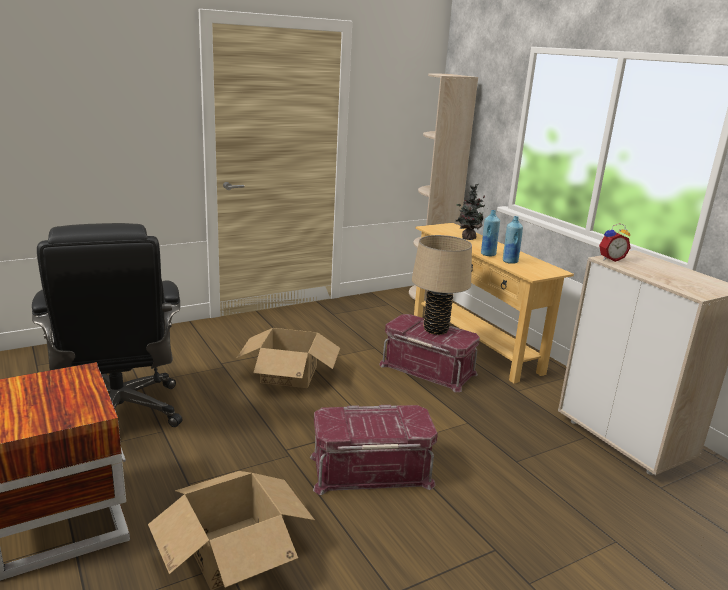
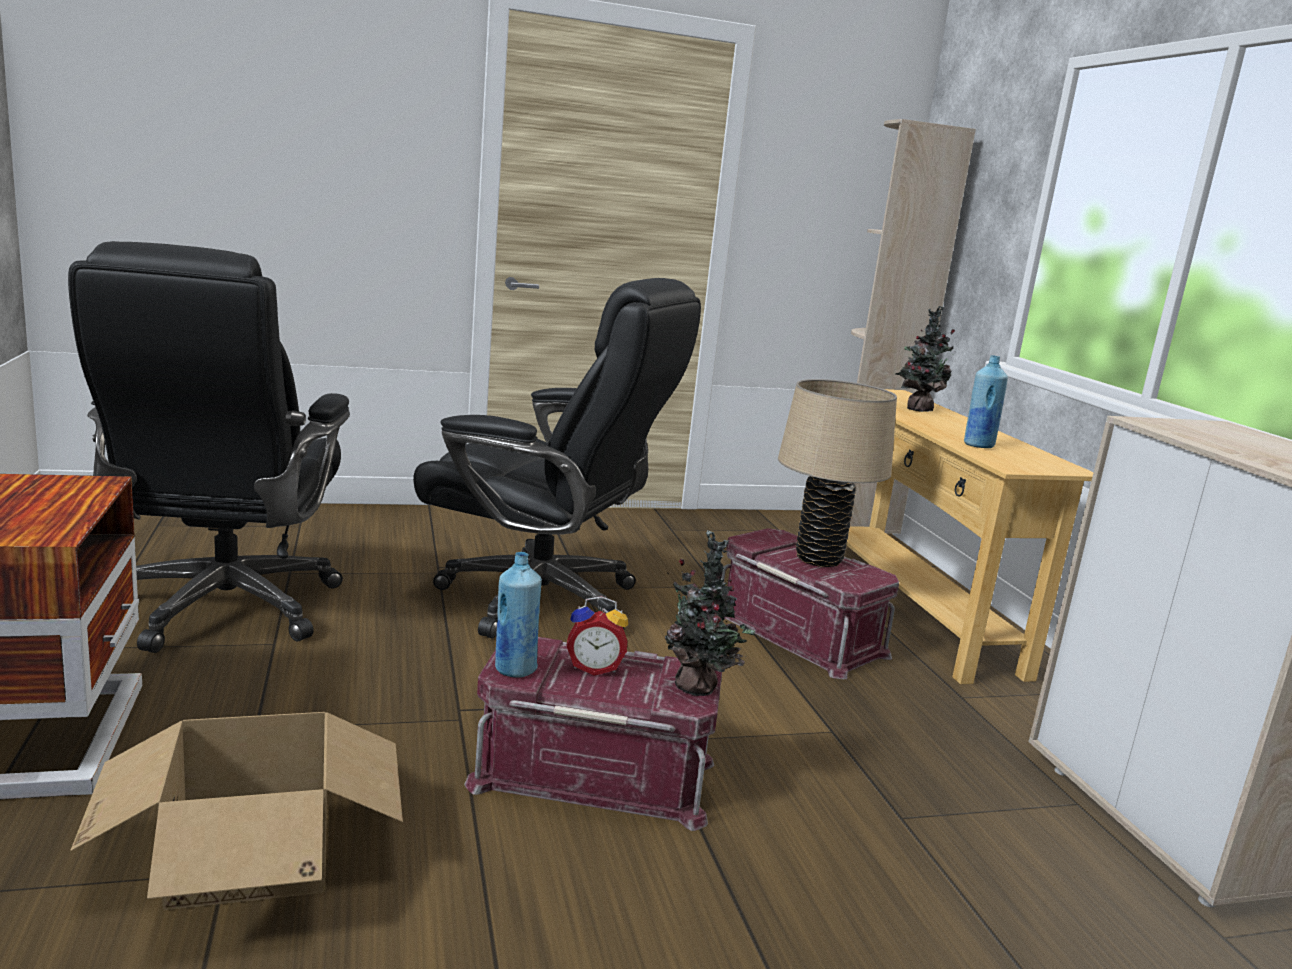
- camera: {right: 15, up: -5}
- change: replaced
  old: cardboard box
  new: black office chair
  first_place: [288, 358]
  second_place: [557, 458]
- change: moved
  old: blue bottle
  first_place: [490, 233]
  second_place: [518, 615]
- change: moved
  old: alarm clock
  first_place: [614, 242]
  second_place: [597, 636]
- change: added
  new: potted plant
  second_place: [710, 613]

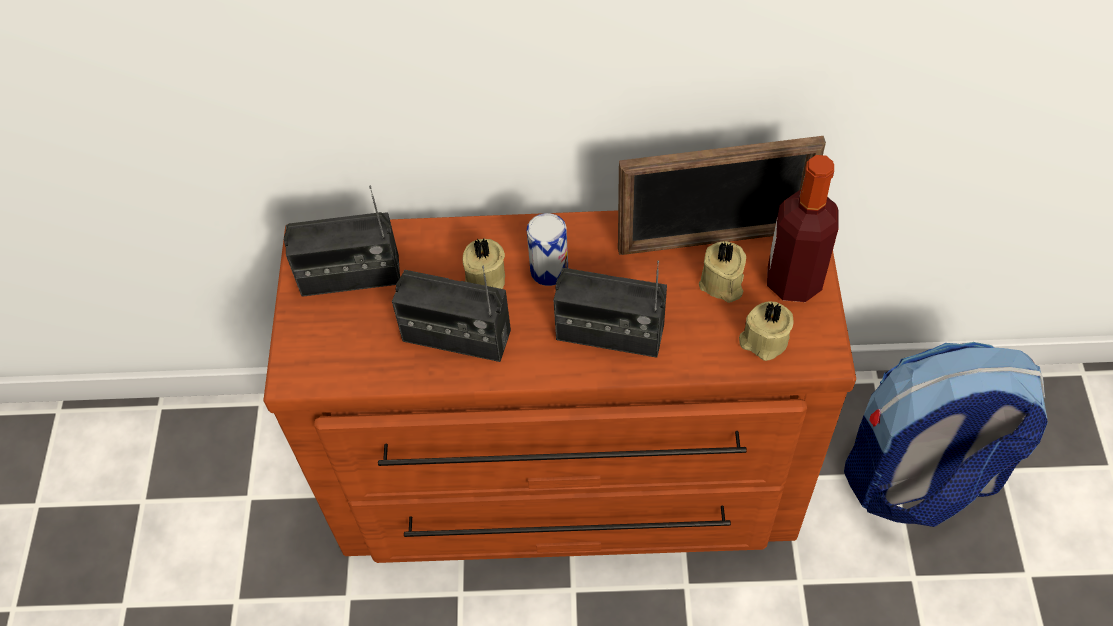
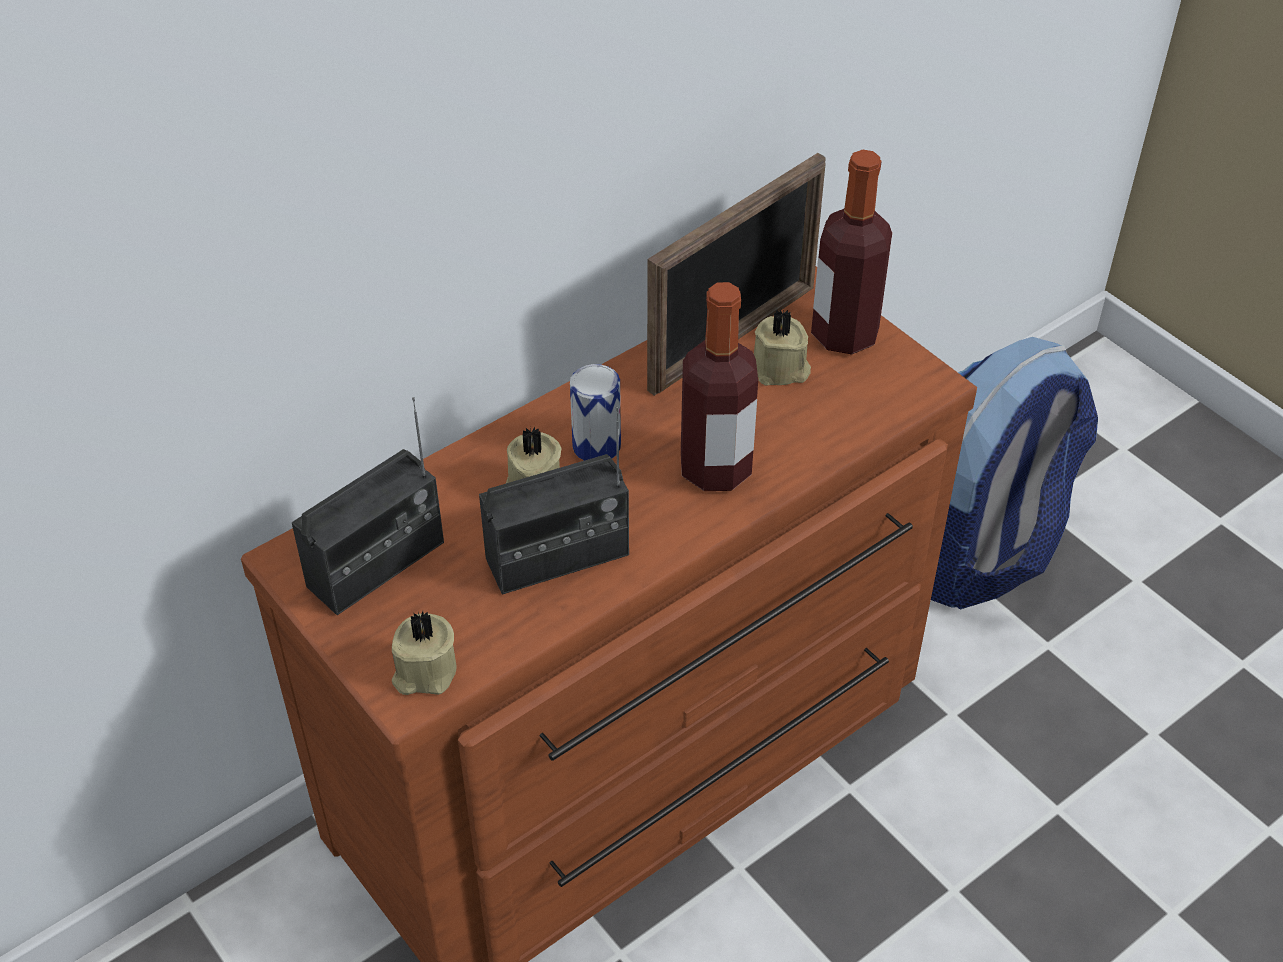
- camera: {right: -40, up: -10}
- change: replaced
  old: radio
  new: bottle
  first_place: [610, 309]
  second_place: [719, 386]
- change: moved
  old: beige candle
  first_place: [766, 331]
  second_place: [424, 653]

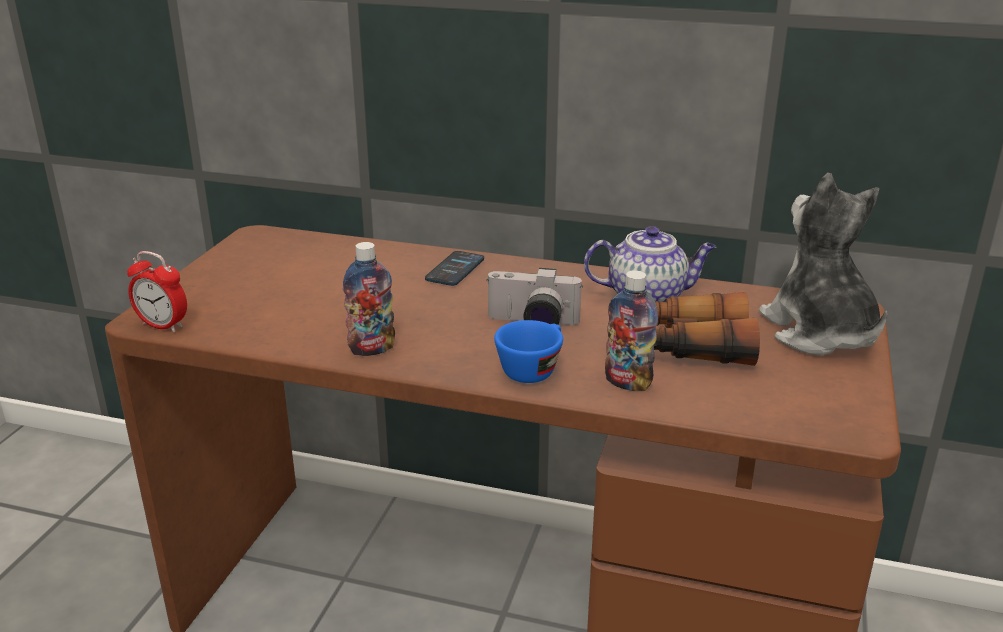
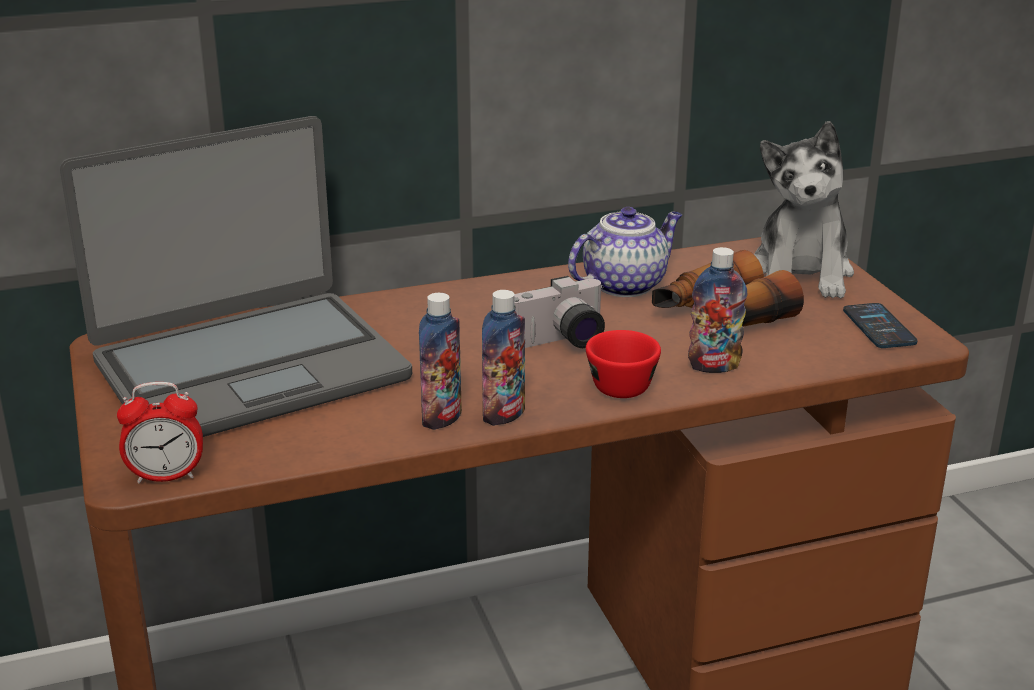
- camera: {right: -35, up: 0}
- change: moved
  old: phone
  first_place: [454, 268]
  second_place: [880, 325]
- change: recoloured
  old: blue cup
  new: red cup
  first_place: [528, 351]
  second_place: [623, 364]
- change: turned
  old: plush toy
  first_place: [823, 264]
  second_place: [804, 209]
  degrees: -120
- change: added
  new: laptop
  second_place: [236, 276]
- change: added
  new: bottle
  second_place: [503, 358]

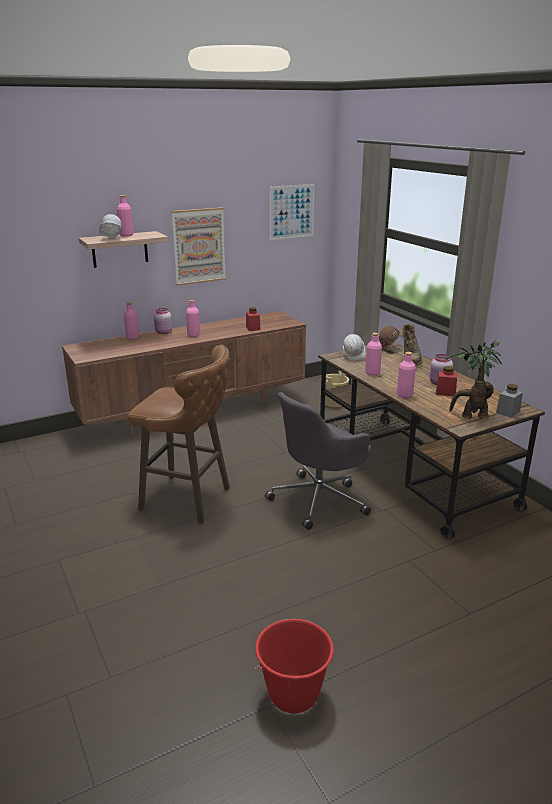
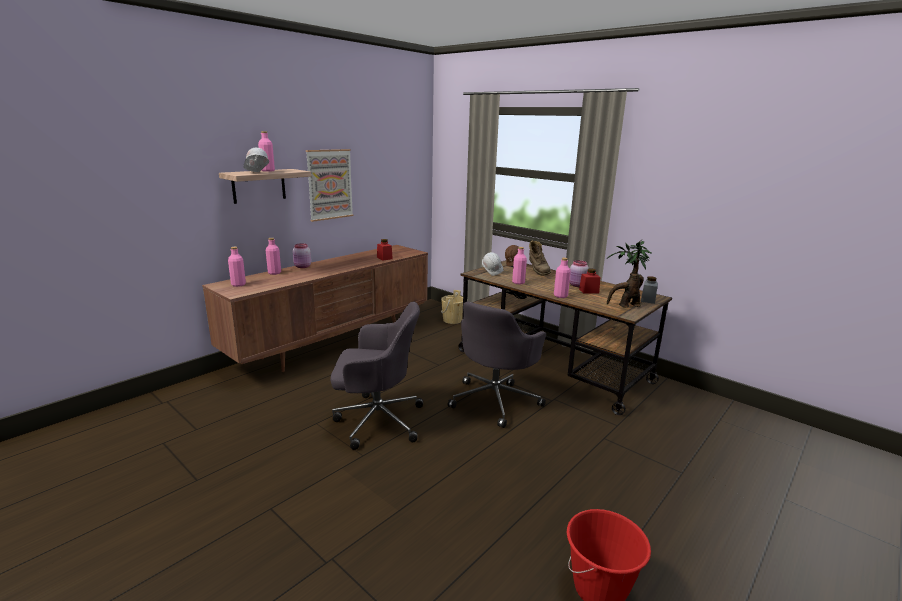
- camera: {right: -20, up: -5}
- change: replaced
  old: brown stool
  new: grey office chair
  first_place: [179, 434]
  second_place: [376, 375]
- change: moved
  old: pink bottle
  first_place: [193, 318]
  second_place: [237, 267]
- change: removed
  old: picture
  first_place: [292, 212]

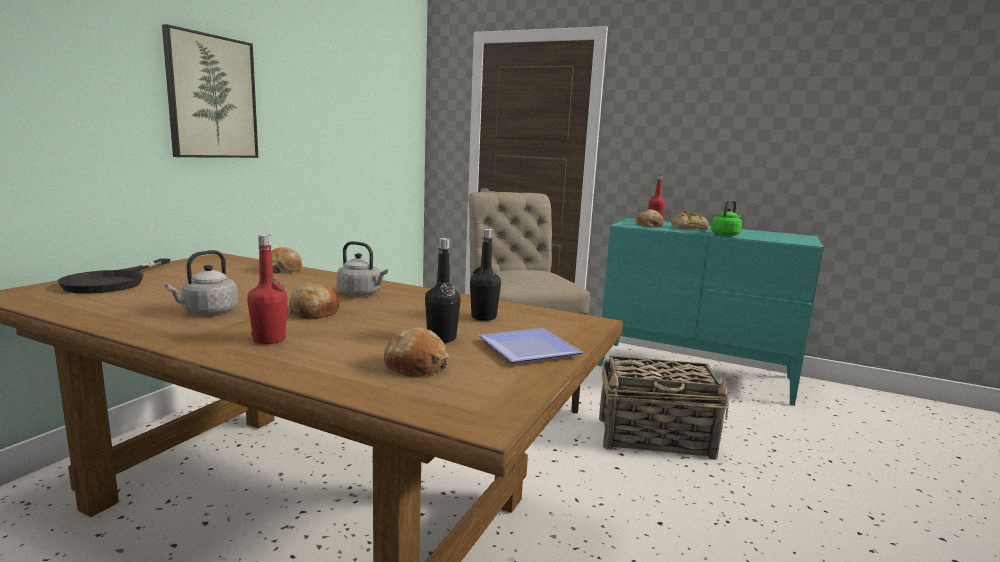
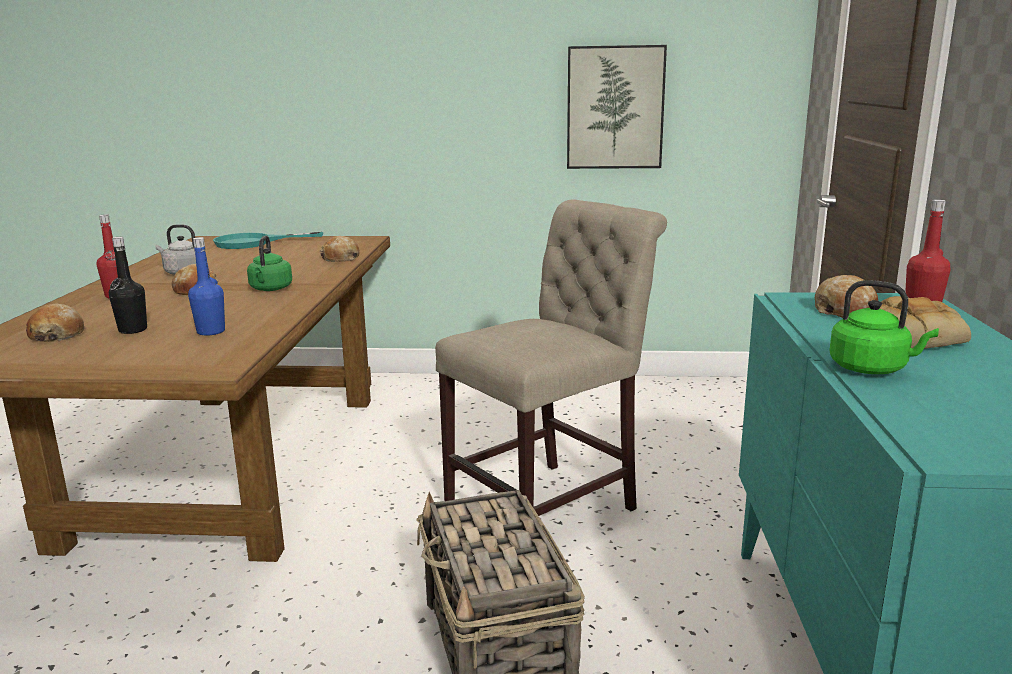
- camera: {right: 70, up: 5}
- change: recoloured
  old: black frying pan
  new: turquoise frying pan
  first_place: [114, 276]
  second_place: [268, 240]
- change: moved
  old: picture
  first_place: [210, 91]
  second_place: [617, 107]
- change: recoloured
  old: grey kettle
  new: green kettle
  first_place: [362, 268]
  second_place: [269, 263]
- change: recoloured
  old: black bottle
  new: blue bottle
  first_place: [485, 275]
  second_place: [206, 286]
- change: removed
  old: plate
  first_place: [531, 345]

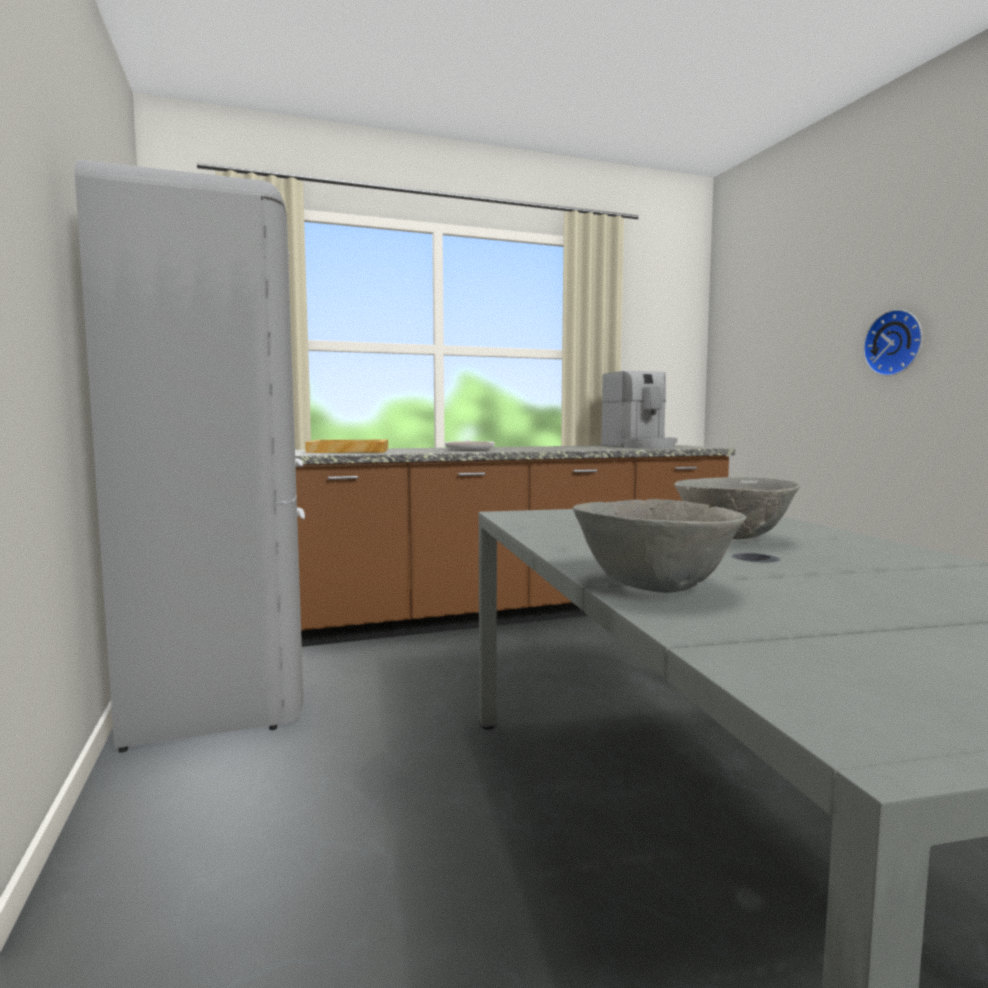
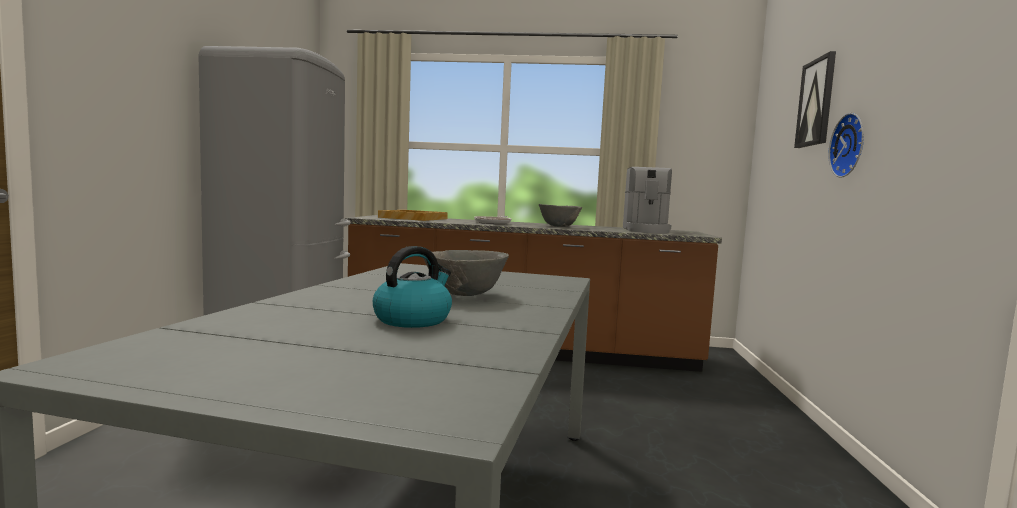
- camera: {right: 25, up: 0}
- change: moved
  old: grey bowl
  first_place: [659, 546]
  second_place: [561, 215]
- change: added
  new: kettle
  second_place: [412, 287]
- change: added
  new: picture
  second_place: [815, 99]

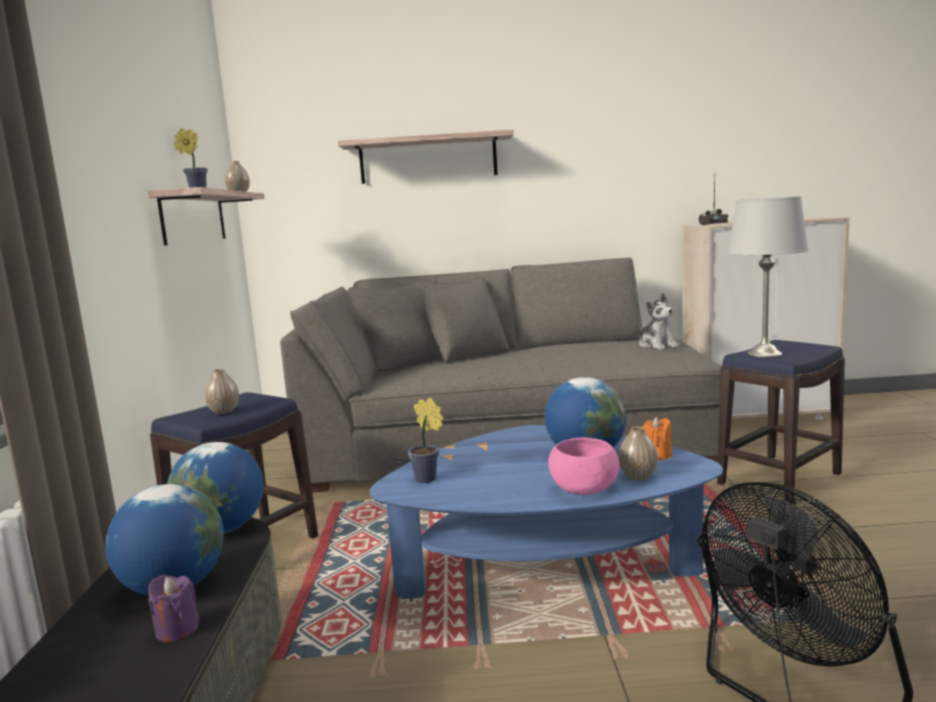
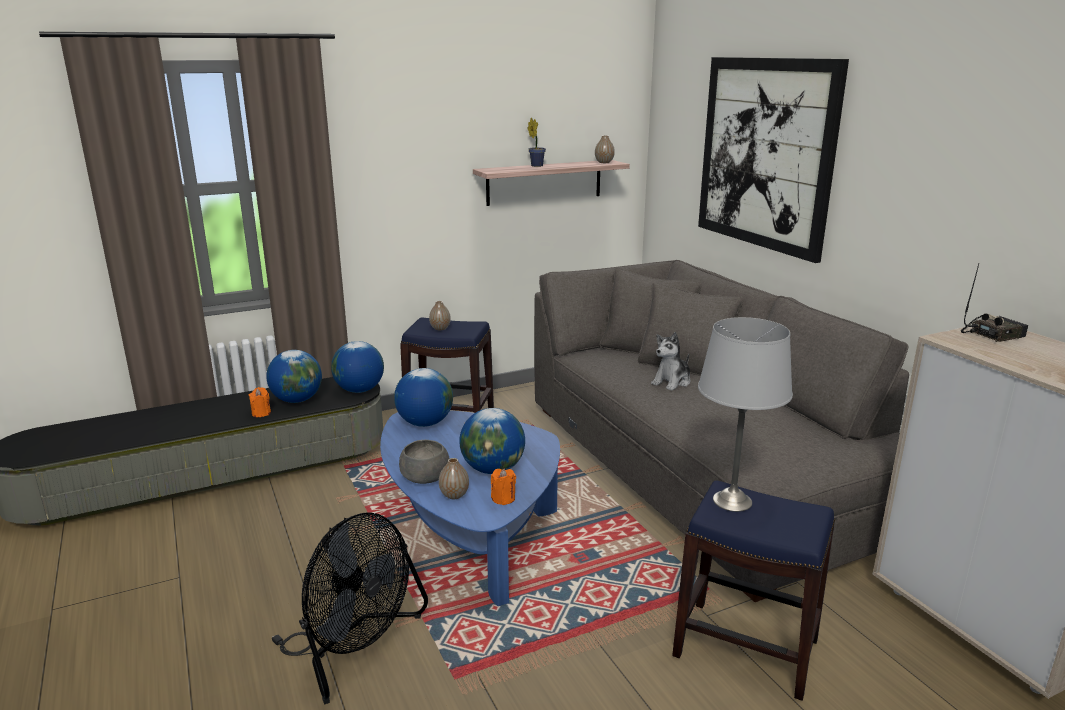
- camera: {right: 65, up: 10}
- change: recoloured
  old: purple candle
  new: orange candle
  first_place: [174, 608]
  second_place: [260, 402]
- change: replaced
  old: shelf
  new: picture
  first_place: [426, 156]
  second_place: [773, 160]
- change: replaced
  old: potted plant
  new: globe
  first_place: [426, 440]
  second_place: [423, 397]
- change: recoloured
  old: pink bowl
  new: grey bowl
  first_place: [583, 466]
  second_place: [424, 462]
- change: moved
  old: plush toy
  first_place: [659, 321]
  second_place: [670, 361]

